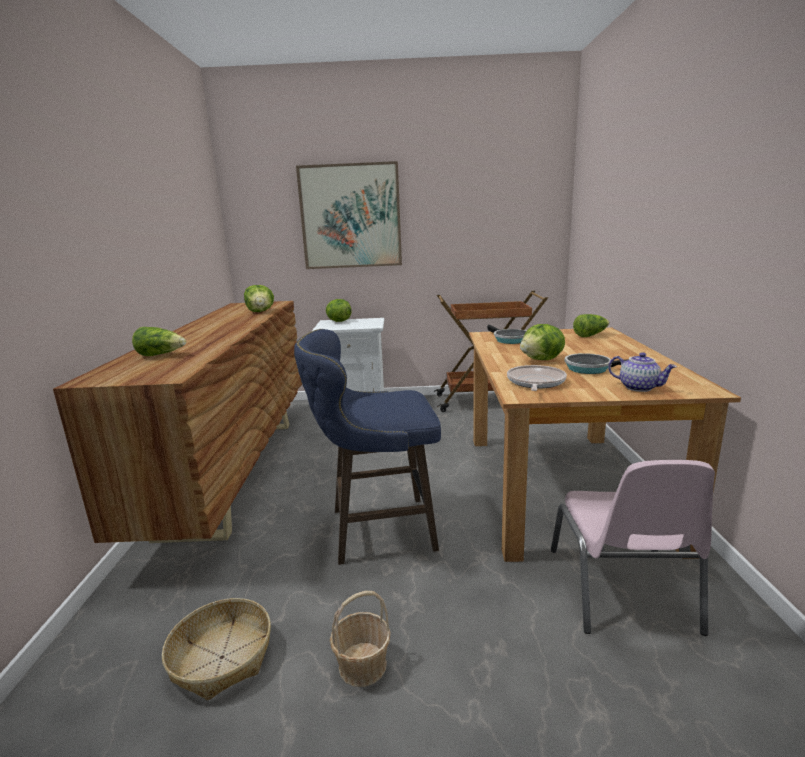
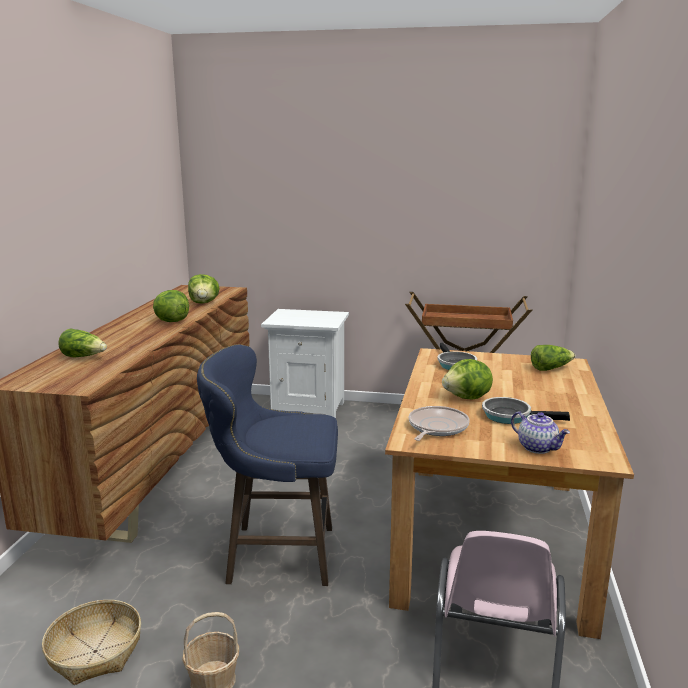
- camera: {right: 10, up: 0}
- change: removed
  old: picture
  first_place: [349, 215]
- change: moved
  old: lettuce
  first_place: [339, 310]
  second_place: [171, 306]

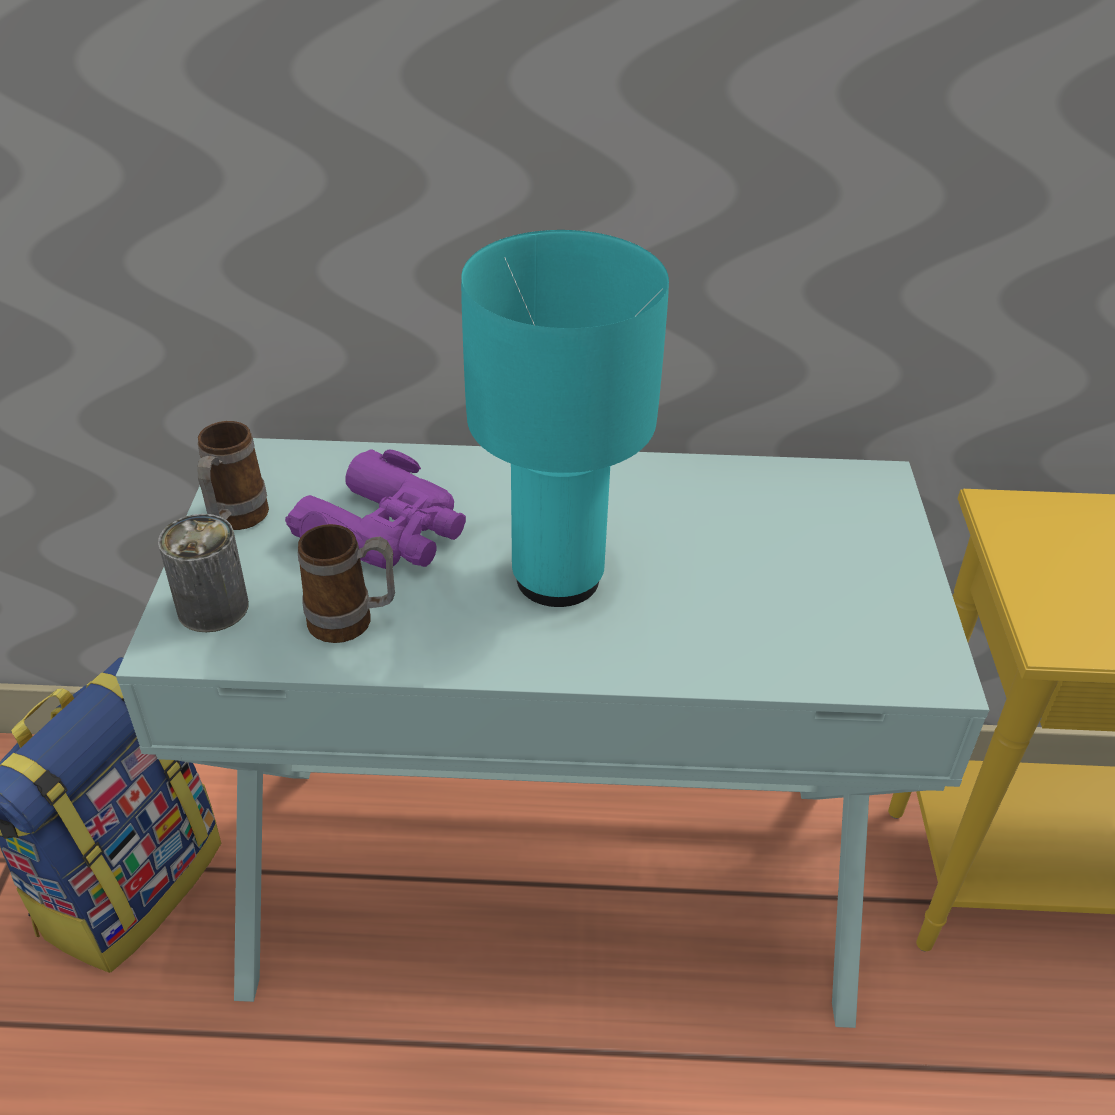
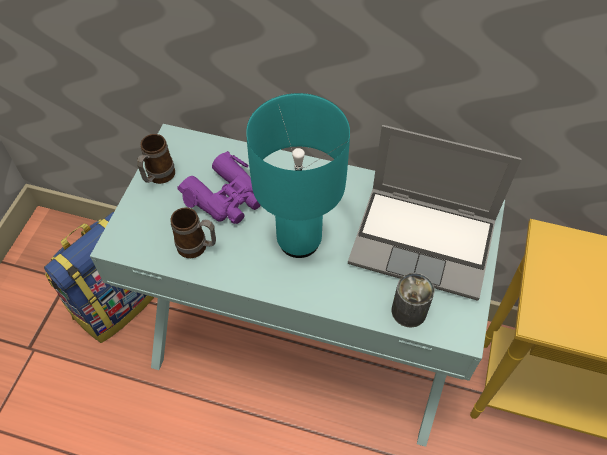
- camera: {right: 15, up: 15}
- change: moved
  old: can
  first_place: [203, 573]
  second_place: [413, 300]
- change: added
  new: laptop
  second_place: [434, 213]

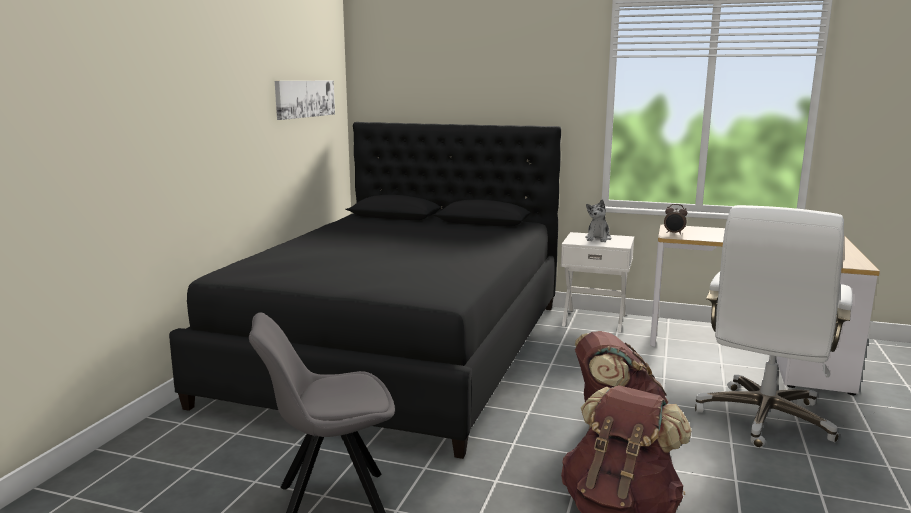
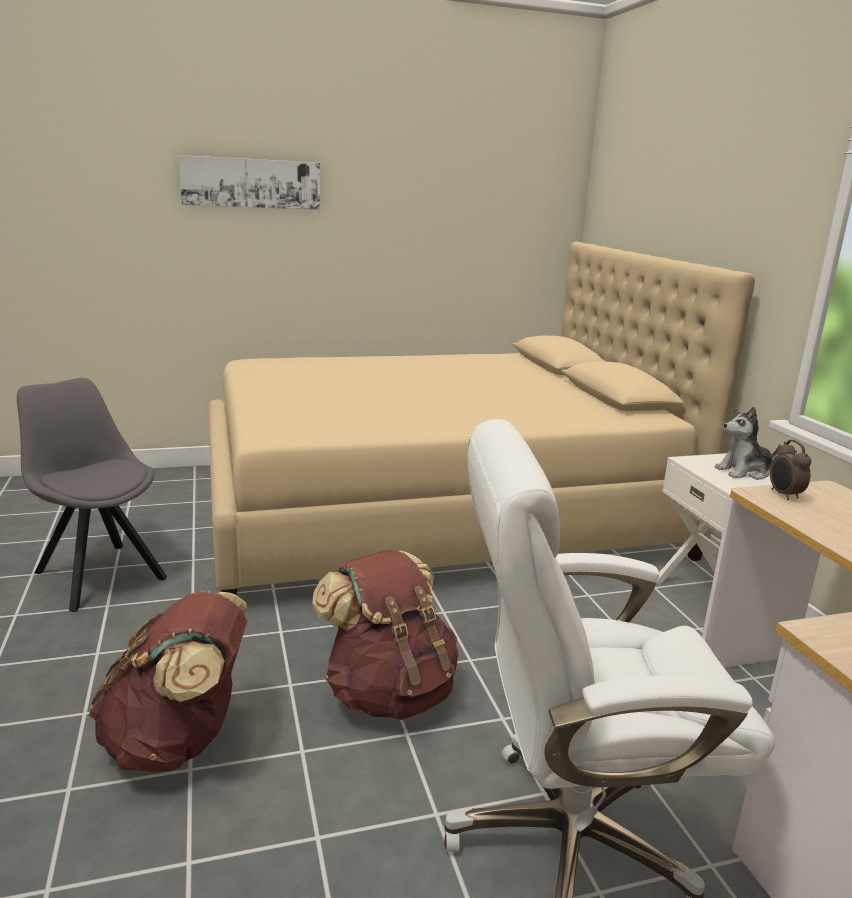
- camera: {right: 55, up: 5}
- change: recoloured
  old: black bed
  new: beige bed
  first_place: [365, 290]
  second_place: [481, 418]
- change: moved
  old: picture
  first_place: [305, 100]
  second_place: [249, 182]

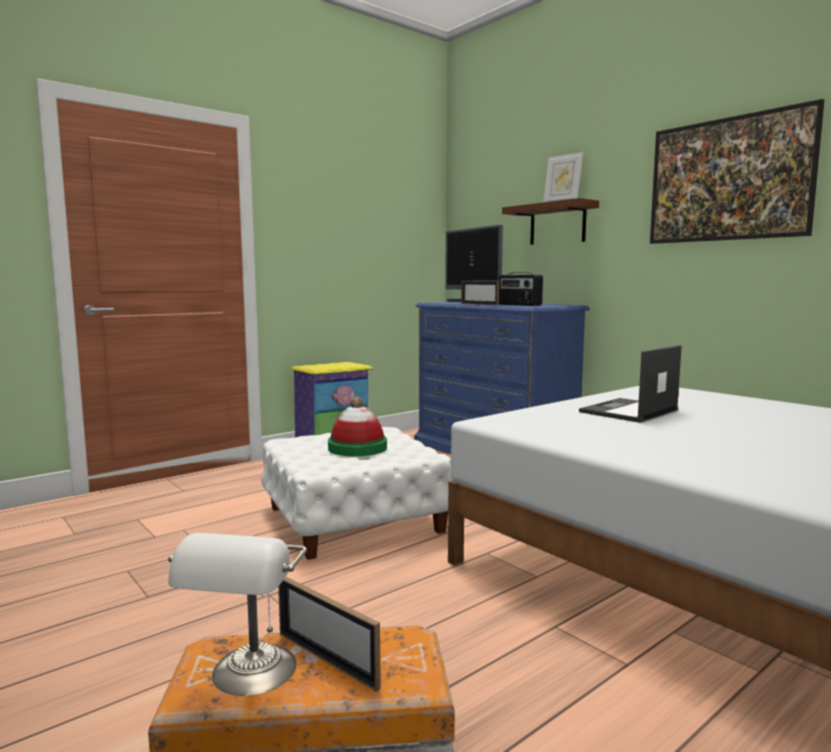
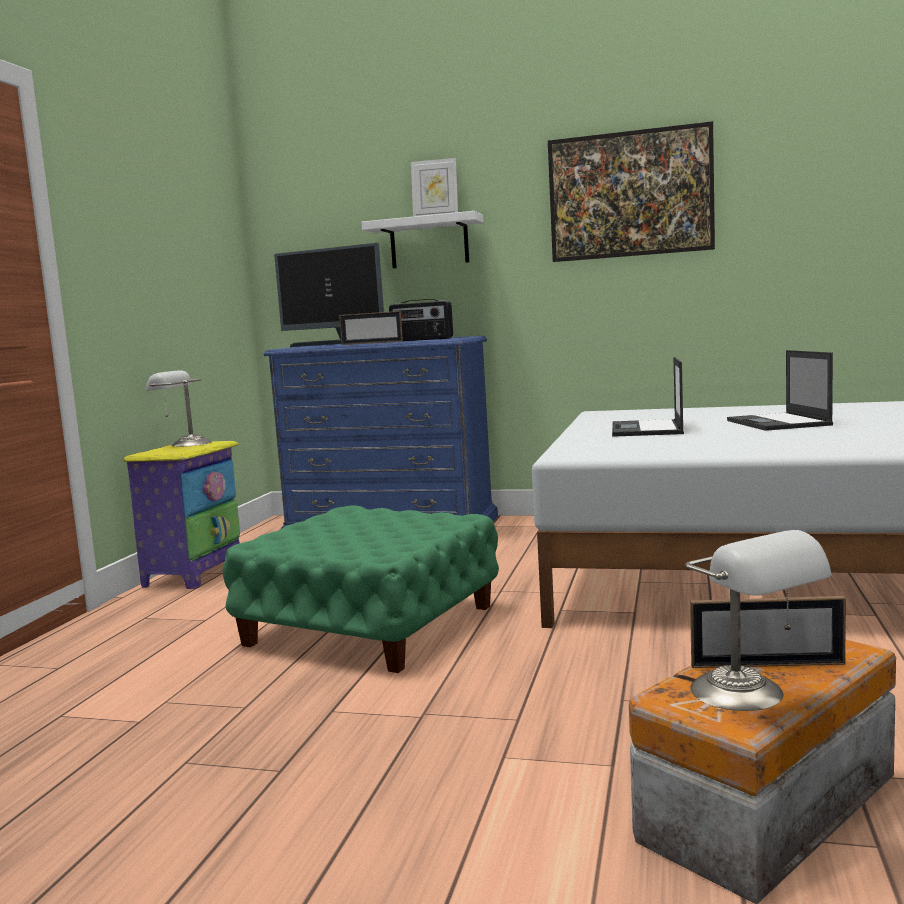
- camera: {right: -35, up: 0}
- change: recoloured
  old: white ottoman
  new: green ottoman
  first_place: [357, 493]
  second_place: [361, 589]
- change: removed
  old: hat
  first_place: [357, 427]
- change: recoloured
  old: brown shelf
  new: white shelf
  first_place: [550, 221]
  second_place: [423, 239]
- change: added
  new: white table lamp
  second_place: [179, 408]
- change: added
  new: laptop
  second_place: [780, 390]

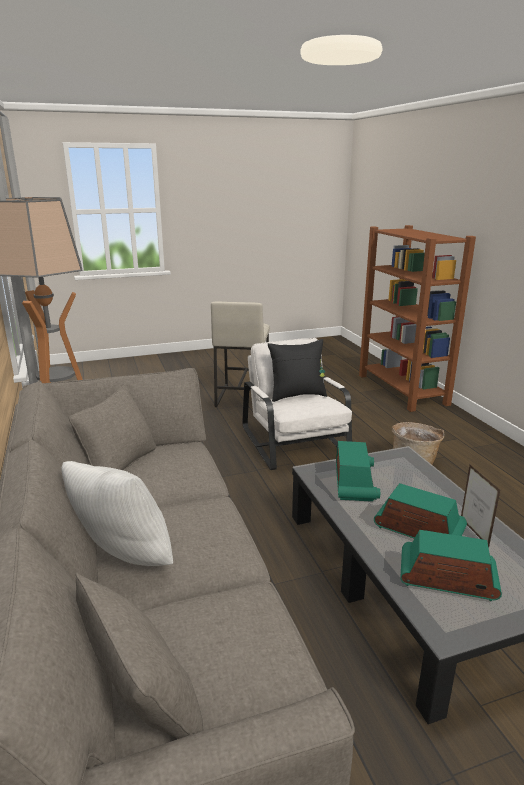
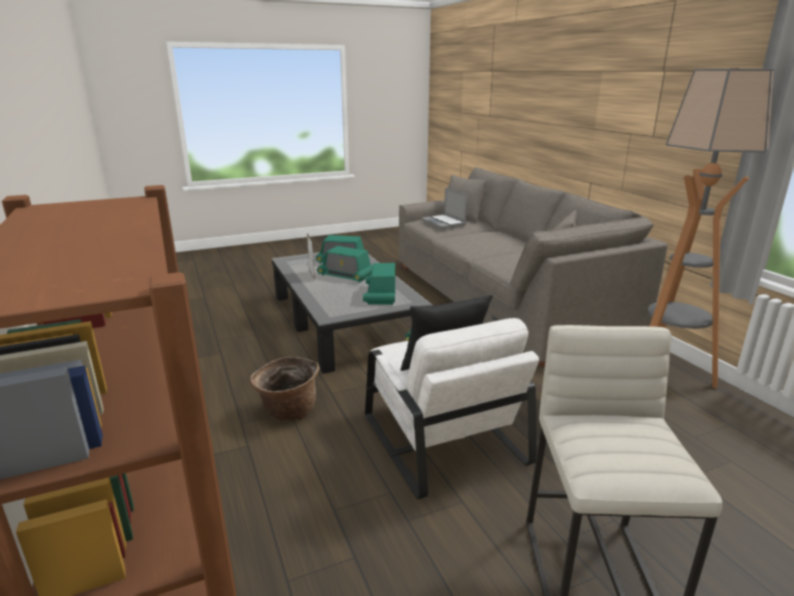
- camera: {right: 175, up: 0}
- change: removed
  old: white pillow
  first_place: [117, 513]
- change: added
  new: laptop
  second_place: [444, 208]

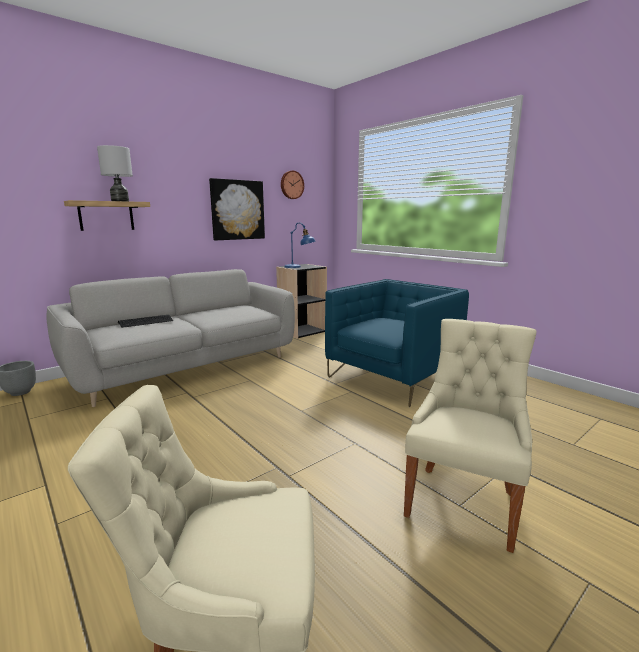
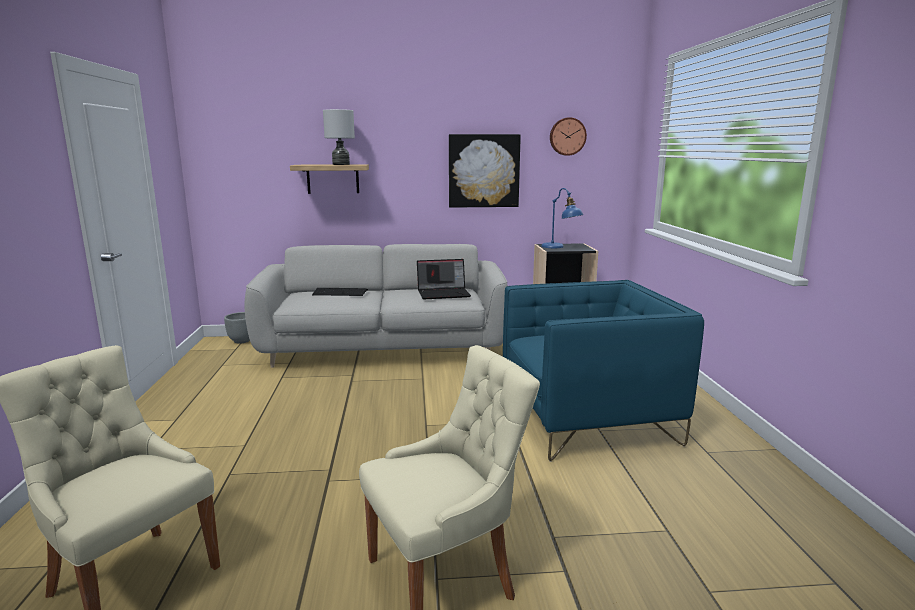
- camera: {right: 35, up: 0}
- change: added
  new: laptop
  second_place: [444, 279]

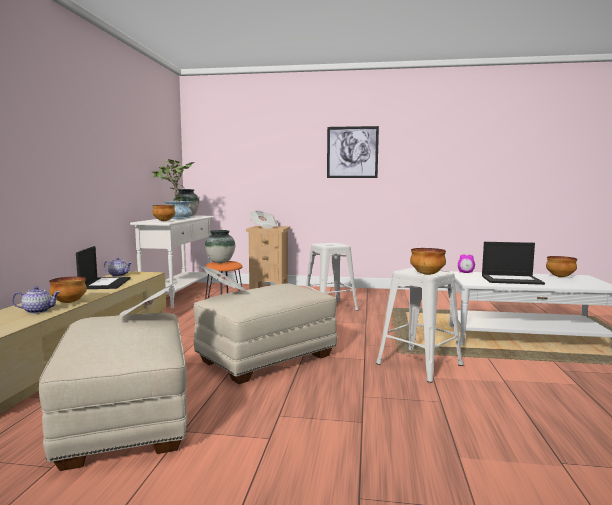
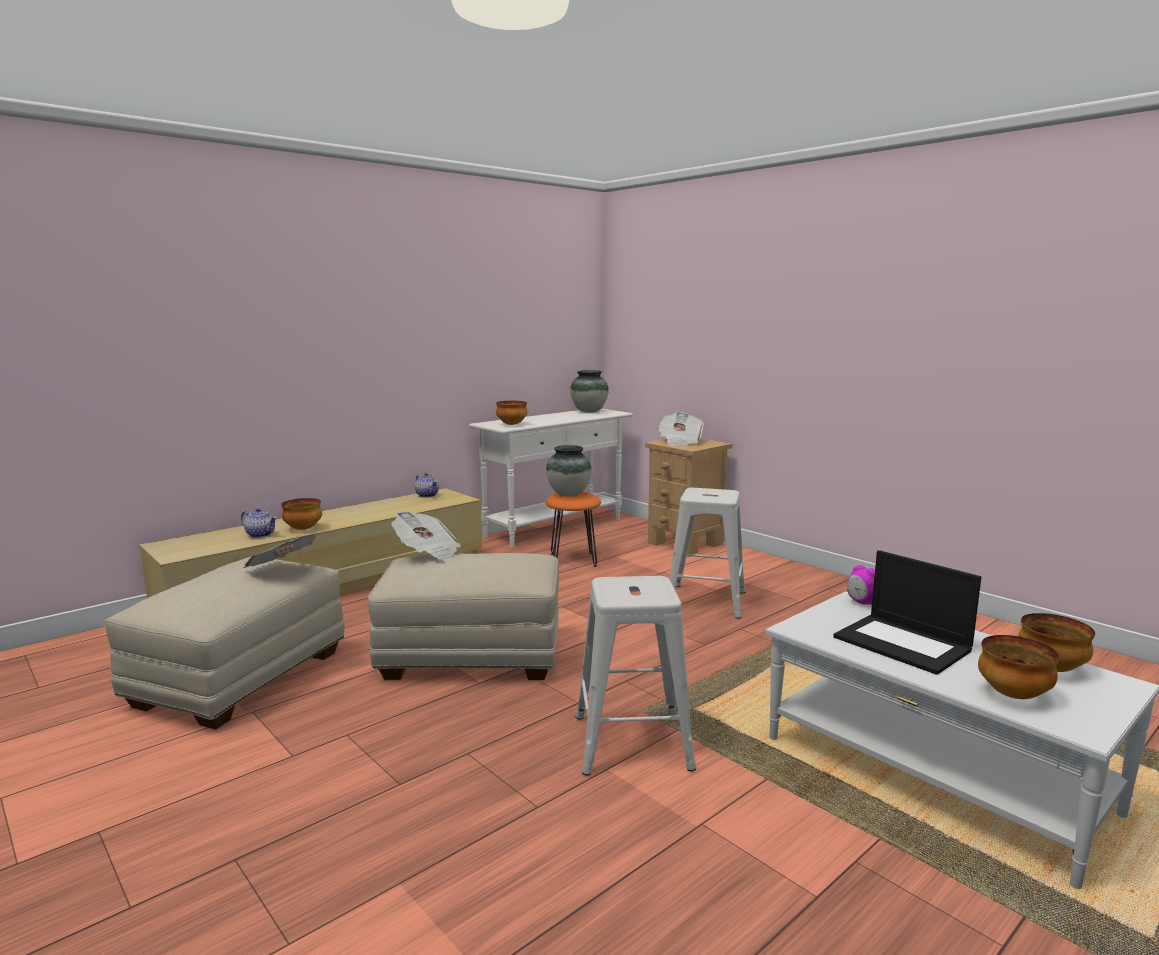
- camera: {right: 40, up: 5}
- change: removed
  old: laptop
  first_place: [103, 267]
- change: removed
  old: potted plant
  first_place: [173, 189]
- change: removed
  old: picture
  first_place: [353, 152]
- change: moved
  old: bowl
  first_place: [428, 261]
  second_place: [1019, 667]

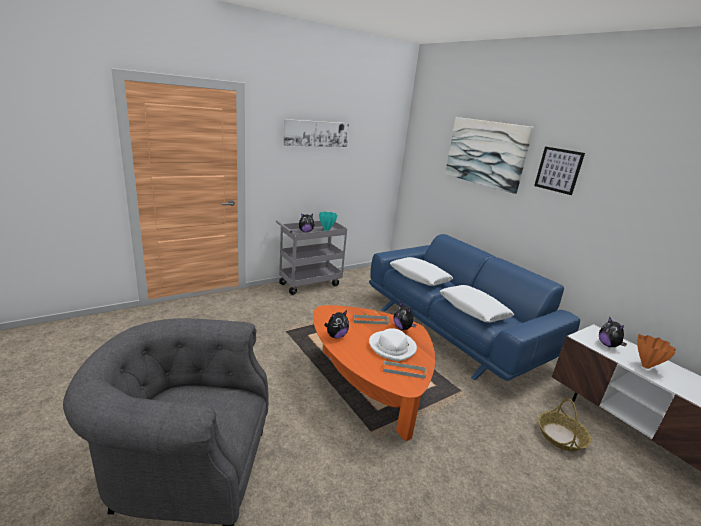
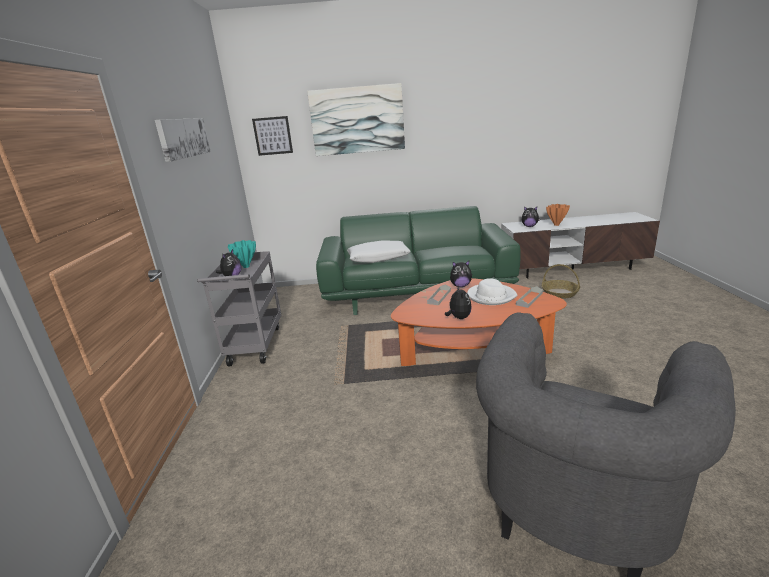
- camera: {right: -55, up: 0}
- change: recoloured
  old: blue sofa
  new: green sofa
  first_place: [474, 307]
  second_place: [418, 260]
- change: removed
  old: white pillow
  first_place: [477, 304]
- change: moved
  old: picture
  first_place: [559, 171]
  second_place: [272, 136]

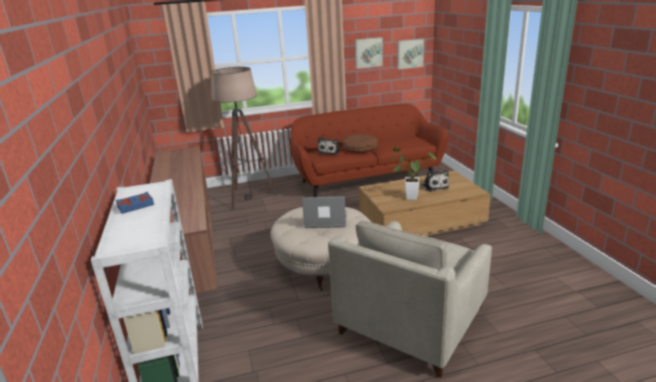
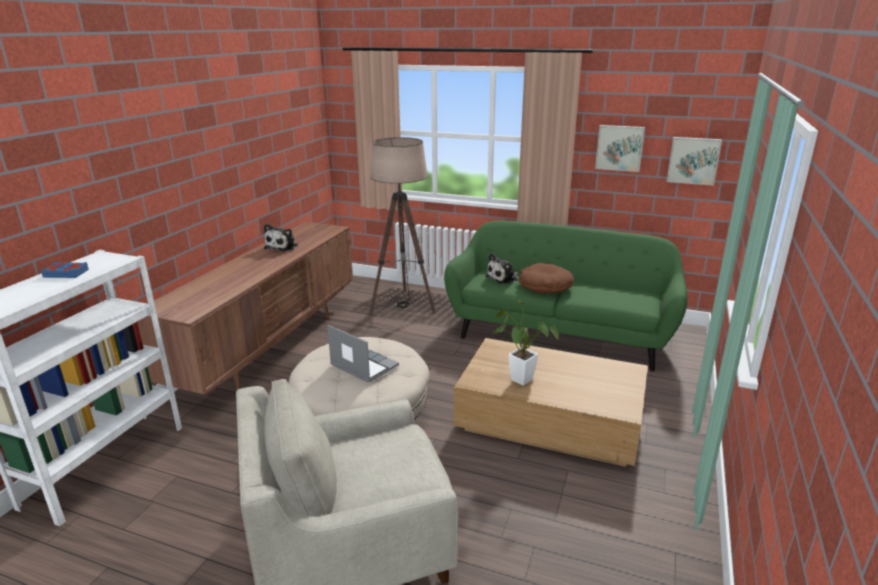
- camera: {right: 35, up: 0}
- change: recoloured
  old: brown sofa
  new: green sofa
  first_place: [369, 150]
  second_place: [566, 296]
- change: moved
  old: plush toy
  first_place: [435, 181]
  second_place: [281, 237]

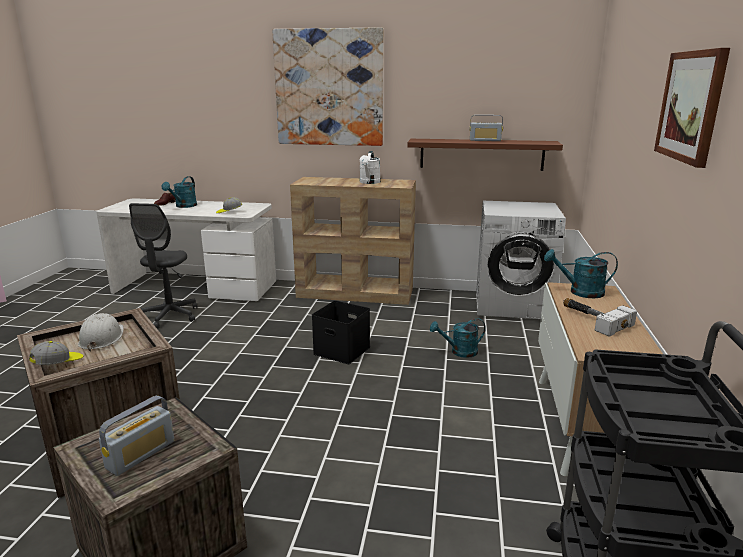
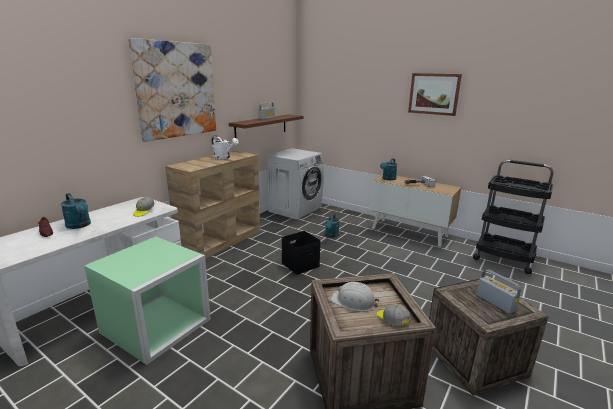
- camera: {right: -65, up: 0}
- change: replaced
  old: grey office chair
  new: green storage box
  first_place: [163, 266]
  second_place: [147, 300]

